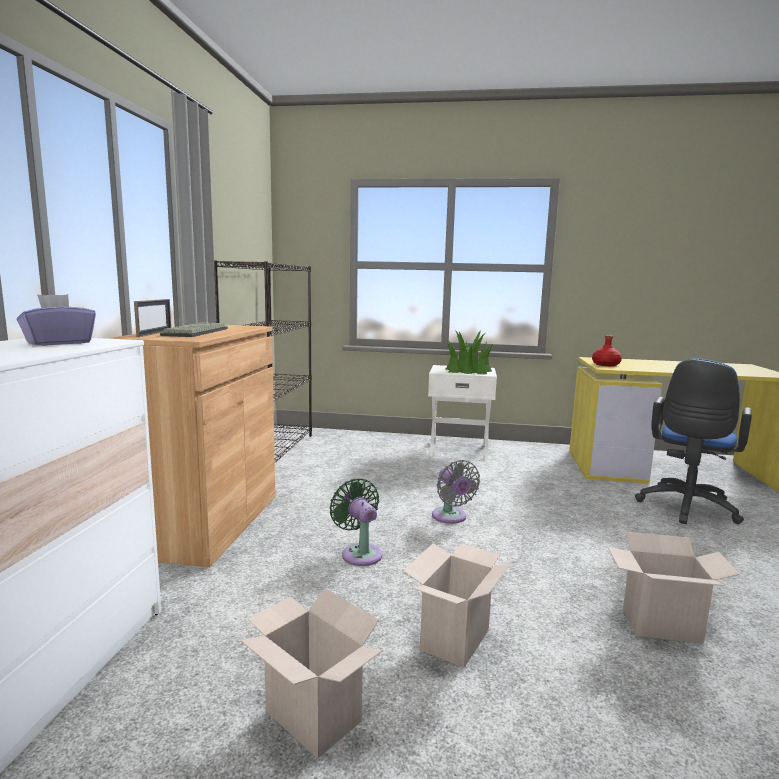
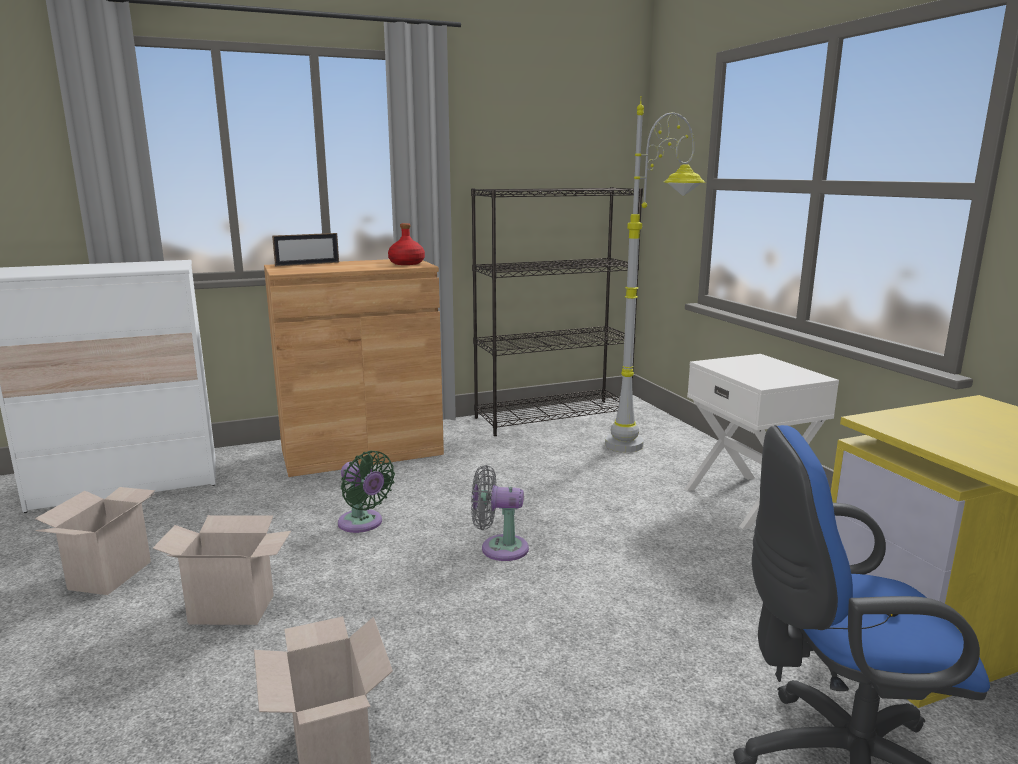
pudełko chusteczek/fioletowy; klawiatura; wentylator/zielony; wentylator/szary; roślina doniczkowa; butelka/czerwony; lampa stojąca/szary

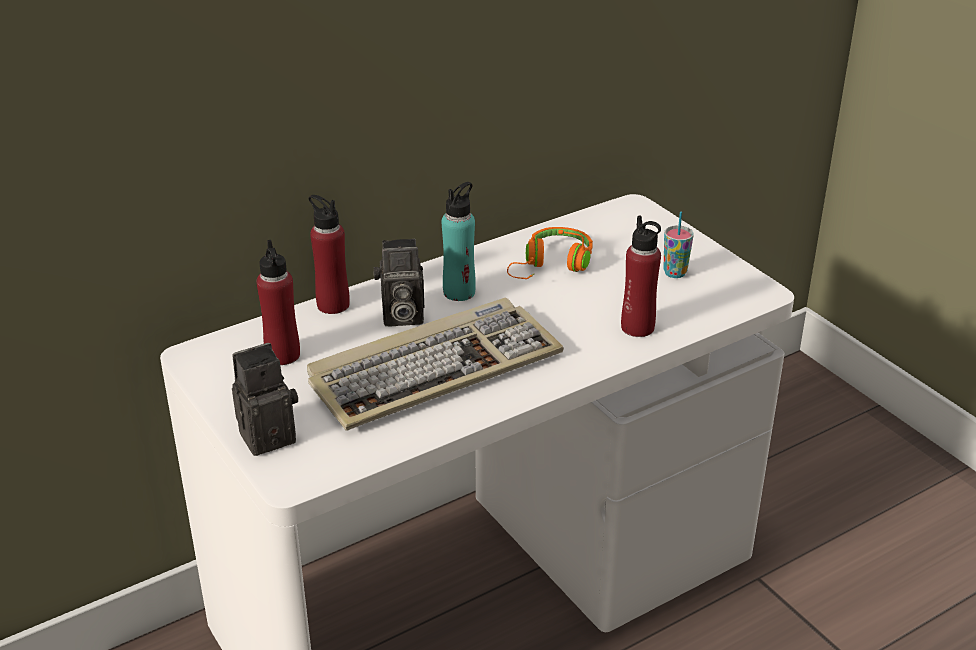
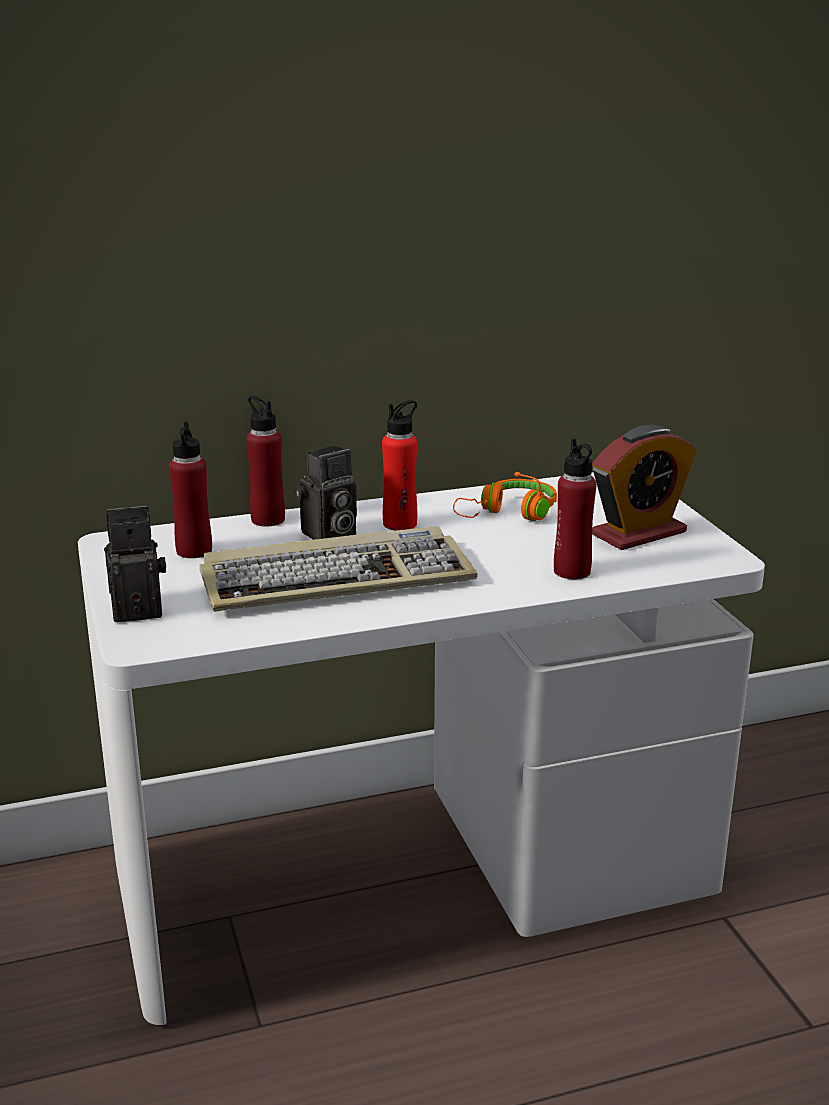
aparat fotograficzny (2nd from left); butelka/czerwony (3rd from left); budzik

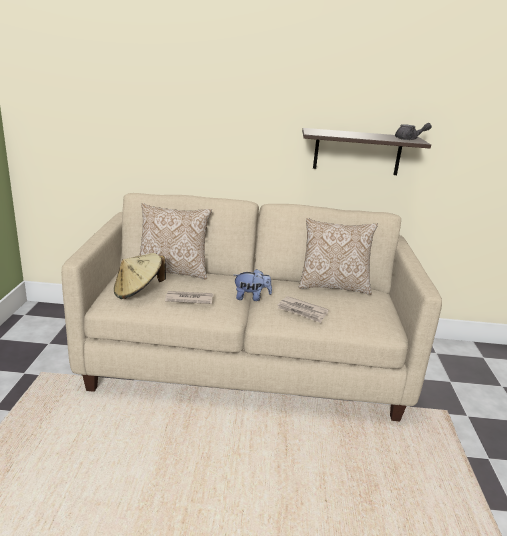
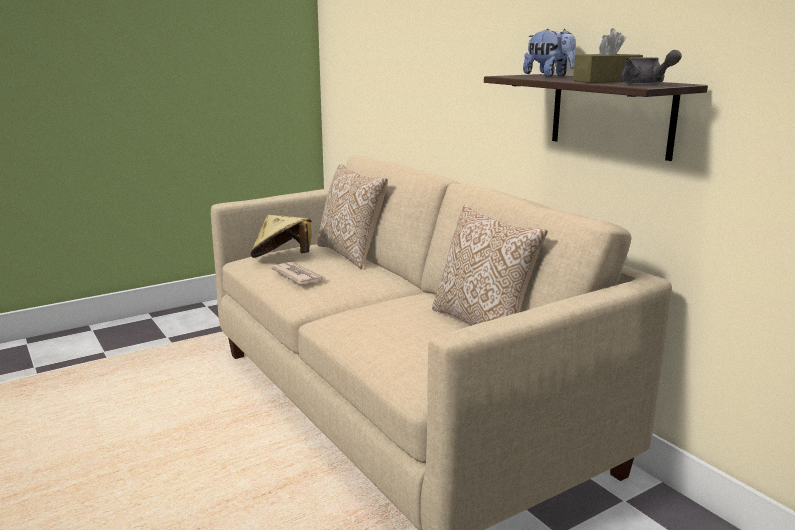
pluszak; gazeta (2nd from left in the first image); pudełko chusteczek/brązowy

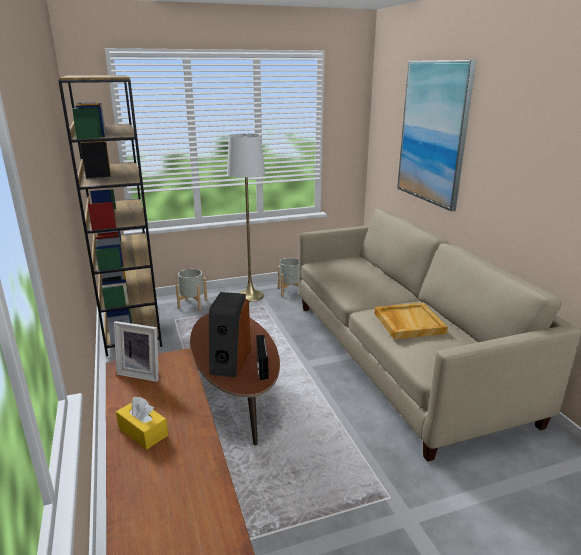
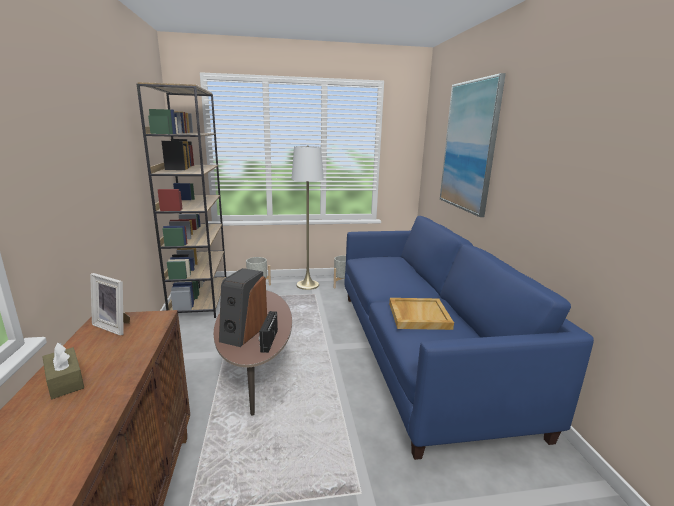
pudełko chusteczek/brązowy; kanapa/niebieski

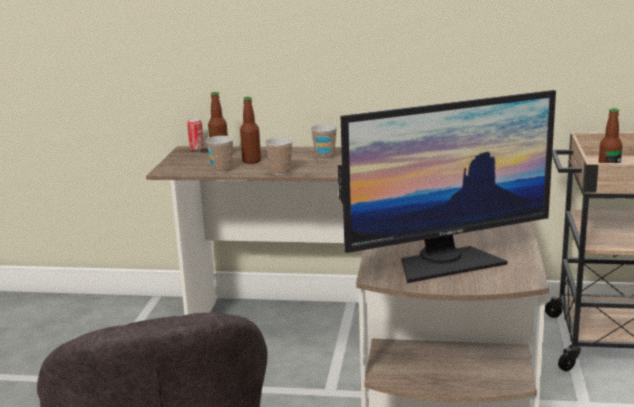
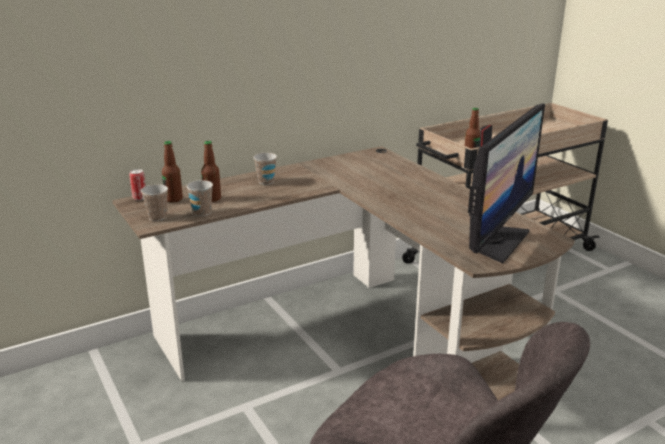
filiżanka (1st from left)

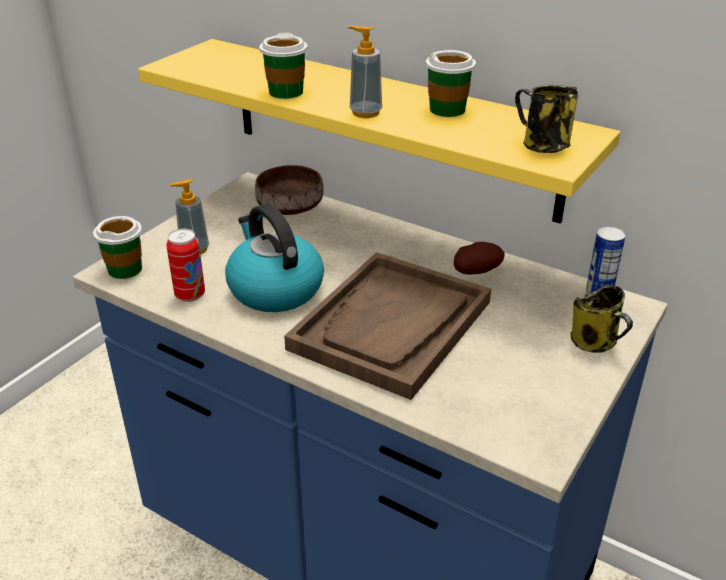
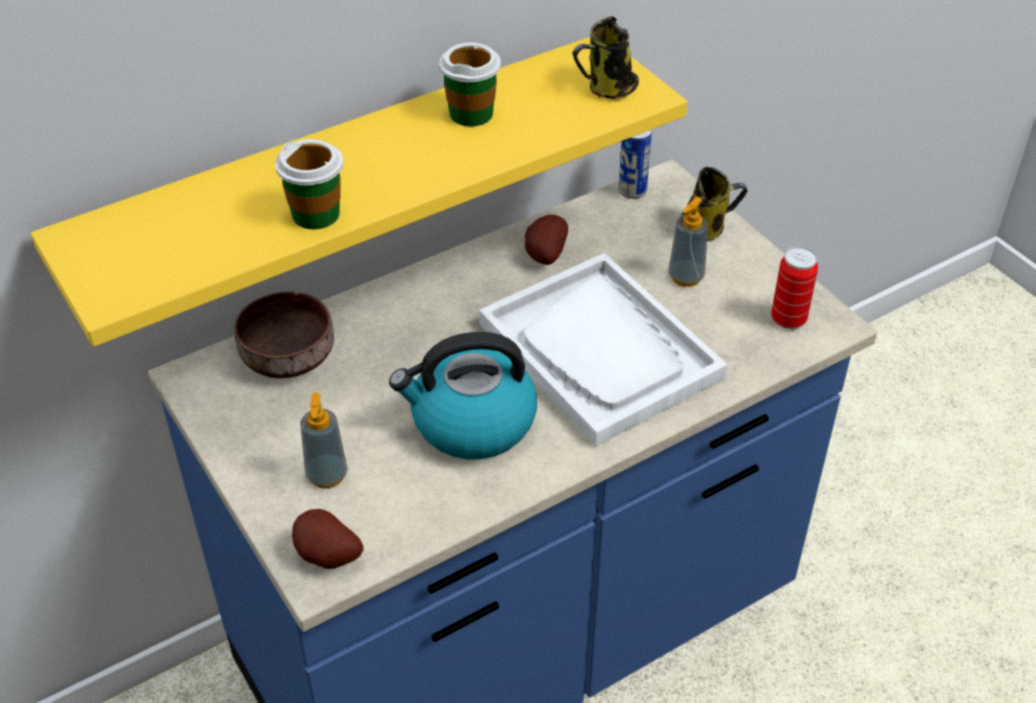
ziemniak (1st from left); puszka (2nd from left); taca/biały; dozownik mydła (2nd from left)

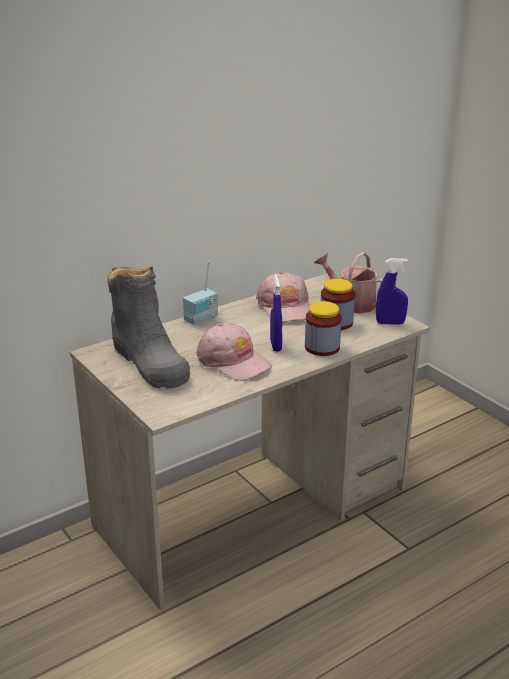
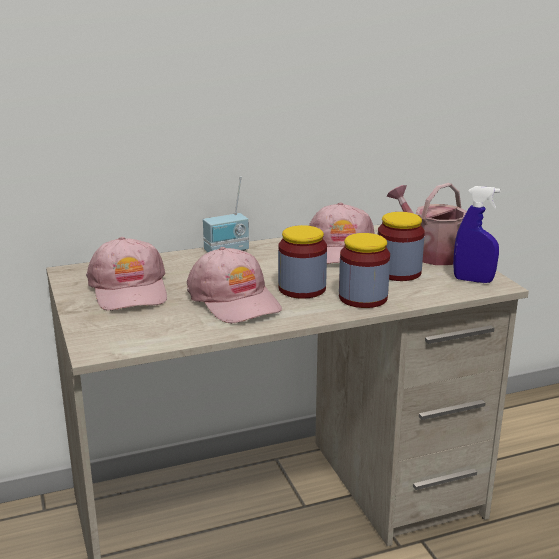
czapka z daszkiem/różowy (1st from left); słoik (1st from left)

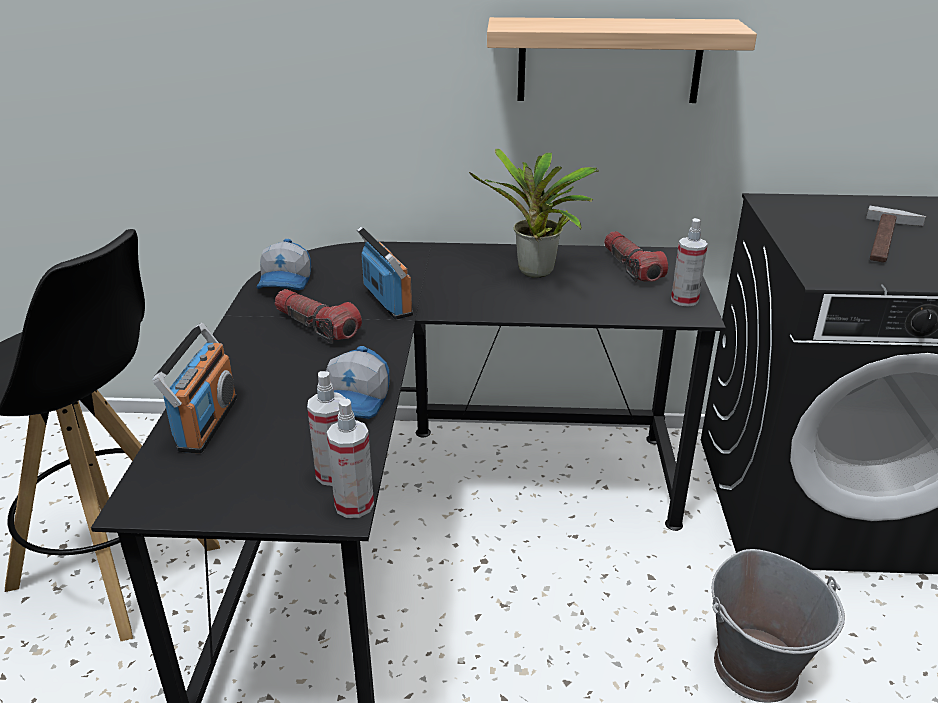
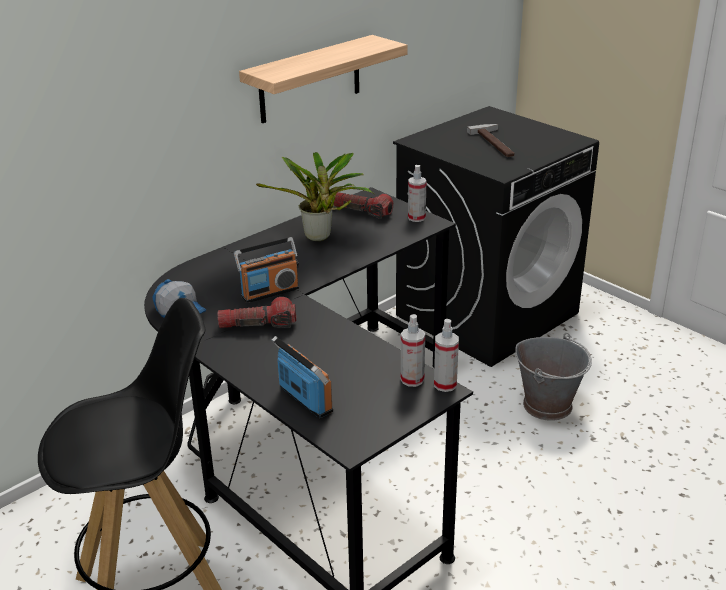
czapka z daszkiem (2nd from left in the first image); radio (1st from left)

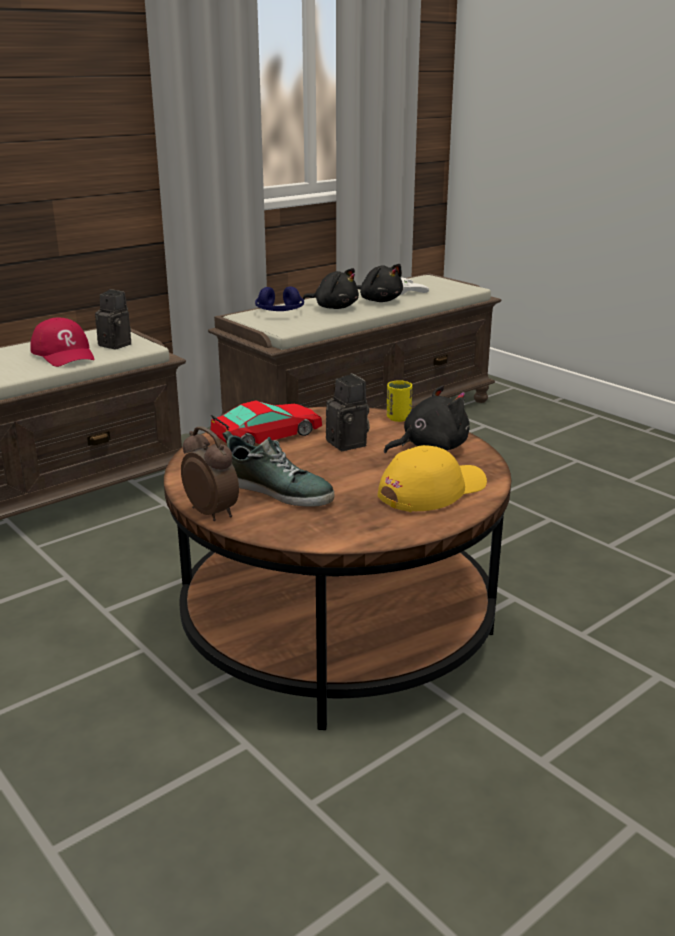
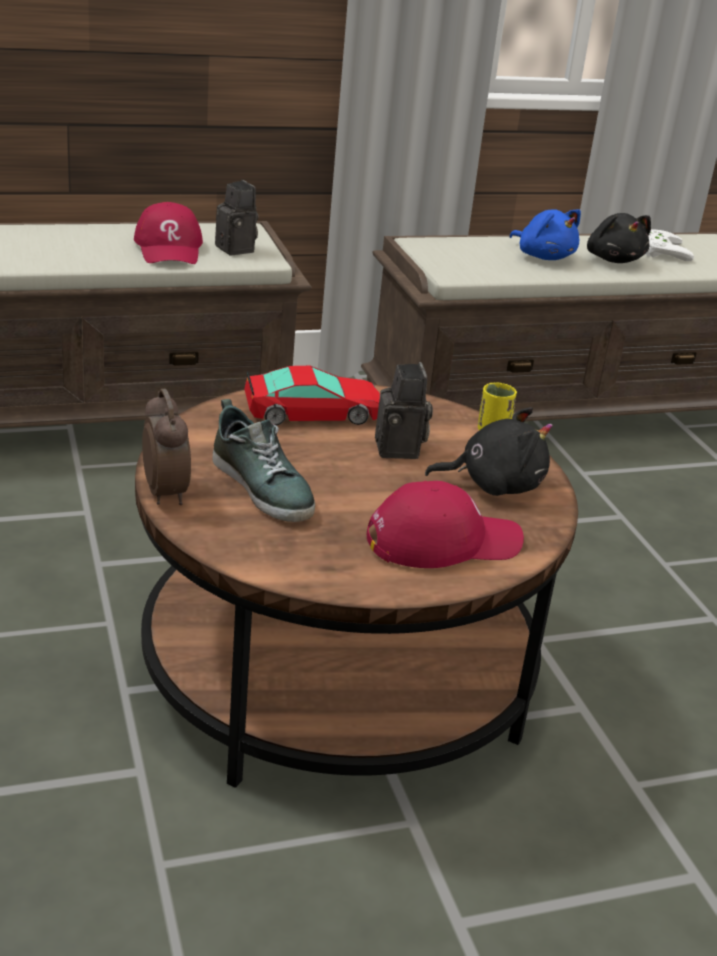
słuchawki/niebieski; pluszak/niebieski; czapka z daszkiem/czerwony (2nd from left)

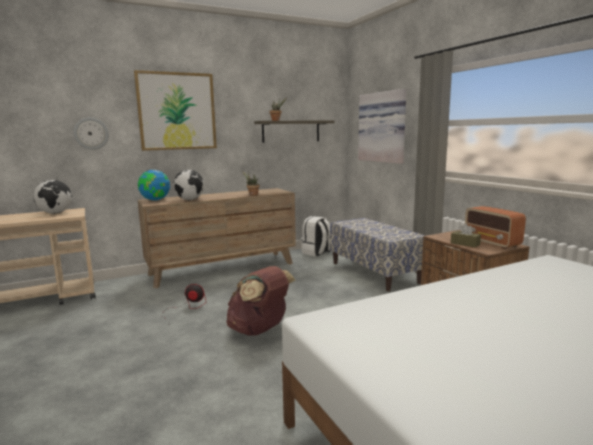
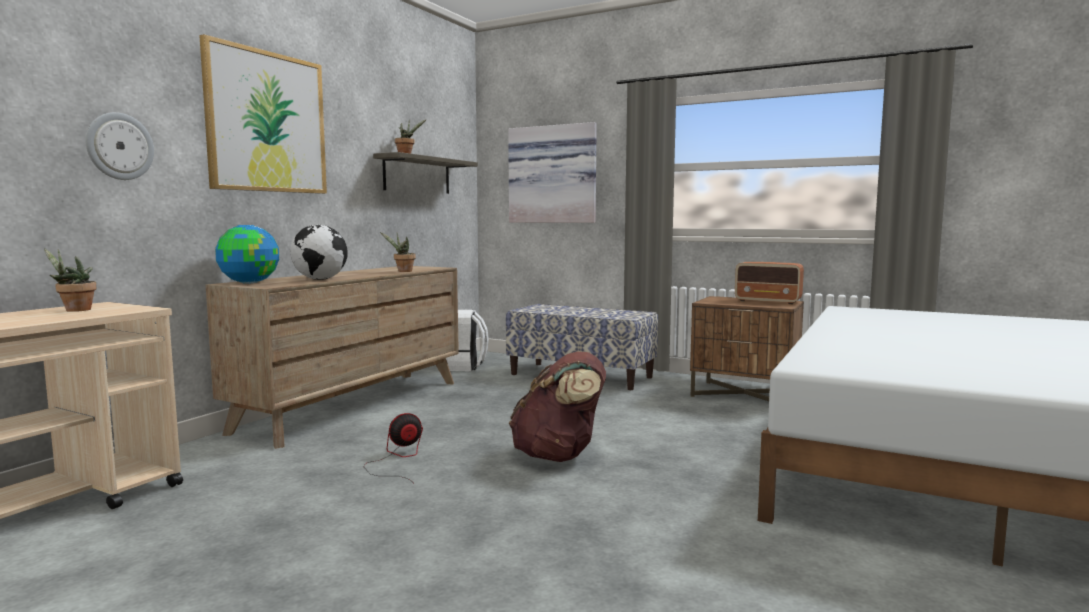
roślina doniczkowa (1st from left); pudełko chusteczek/brązowy

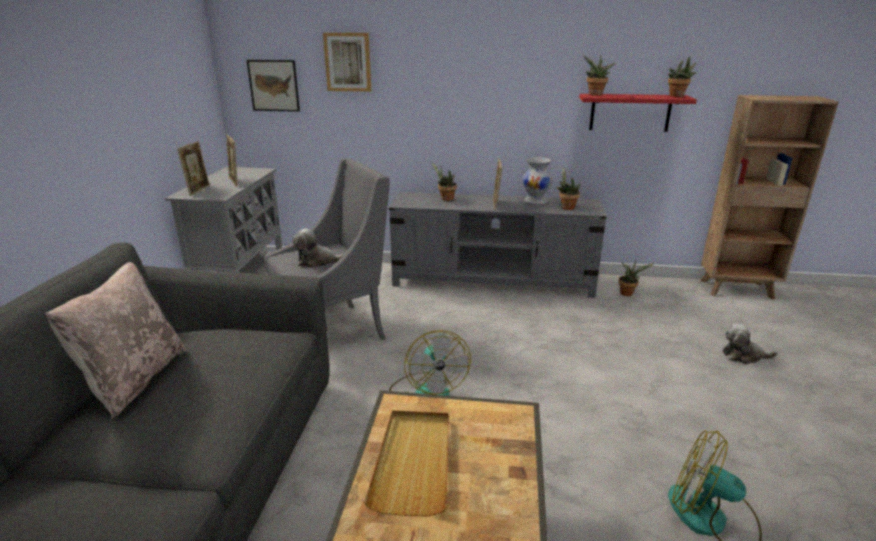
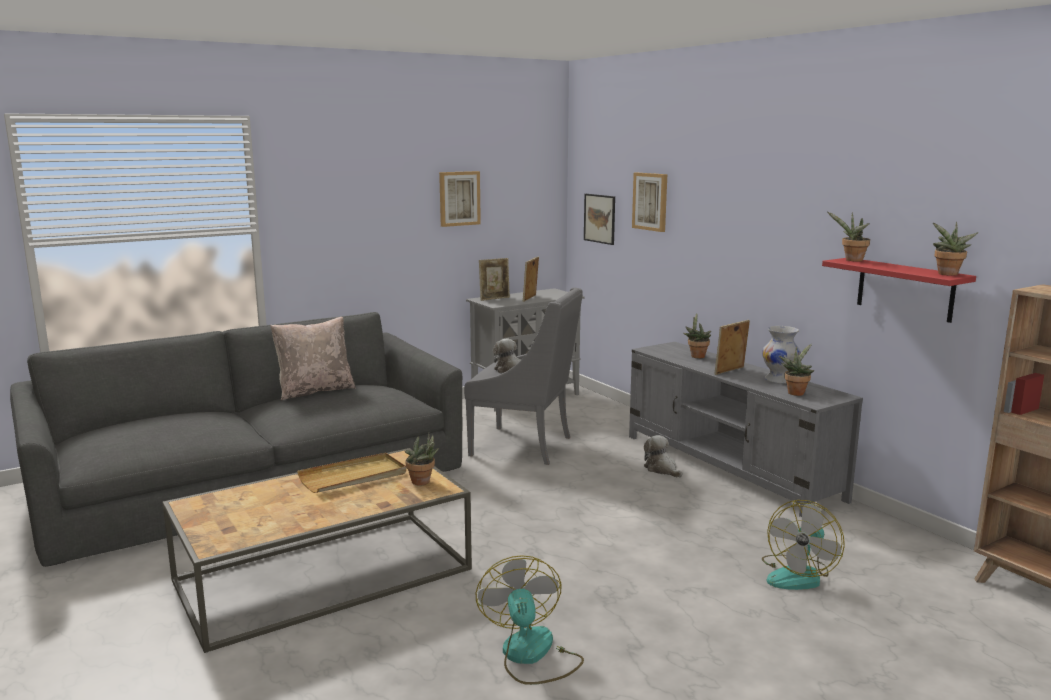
wentylator (2nd from left); roślina doniczkowa (1st from left); pluszak (2nd from left); obraz (1st from left)

